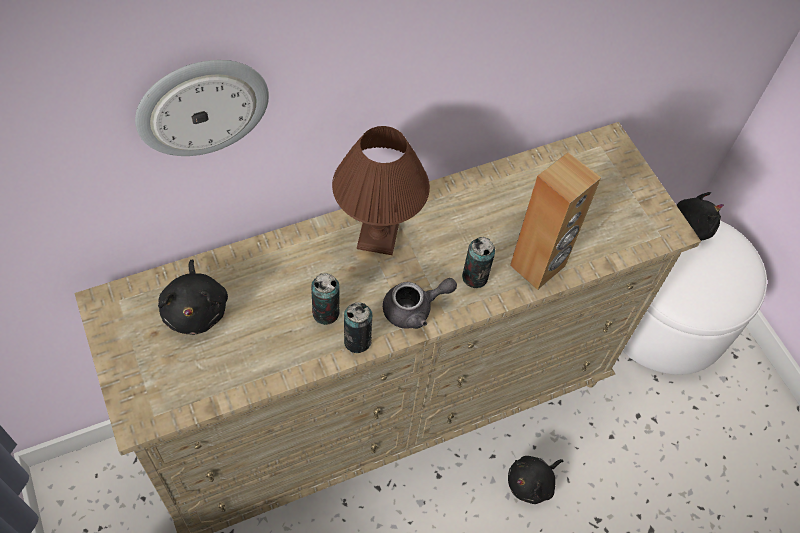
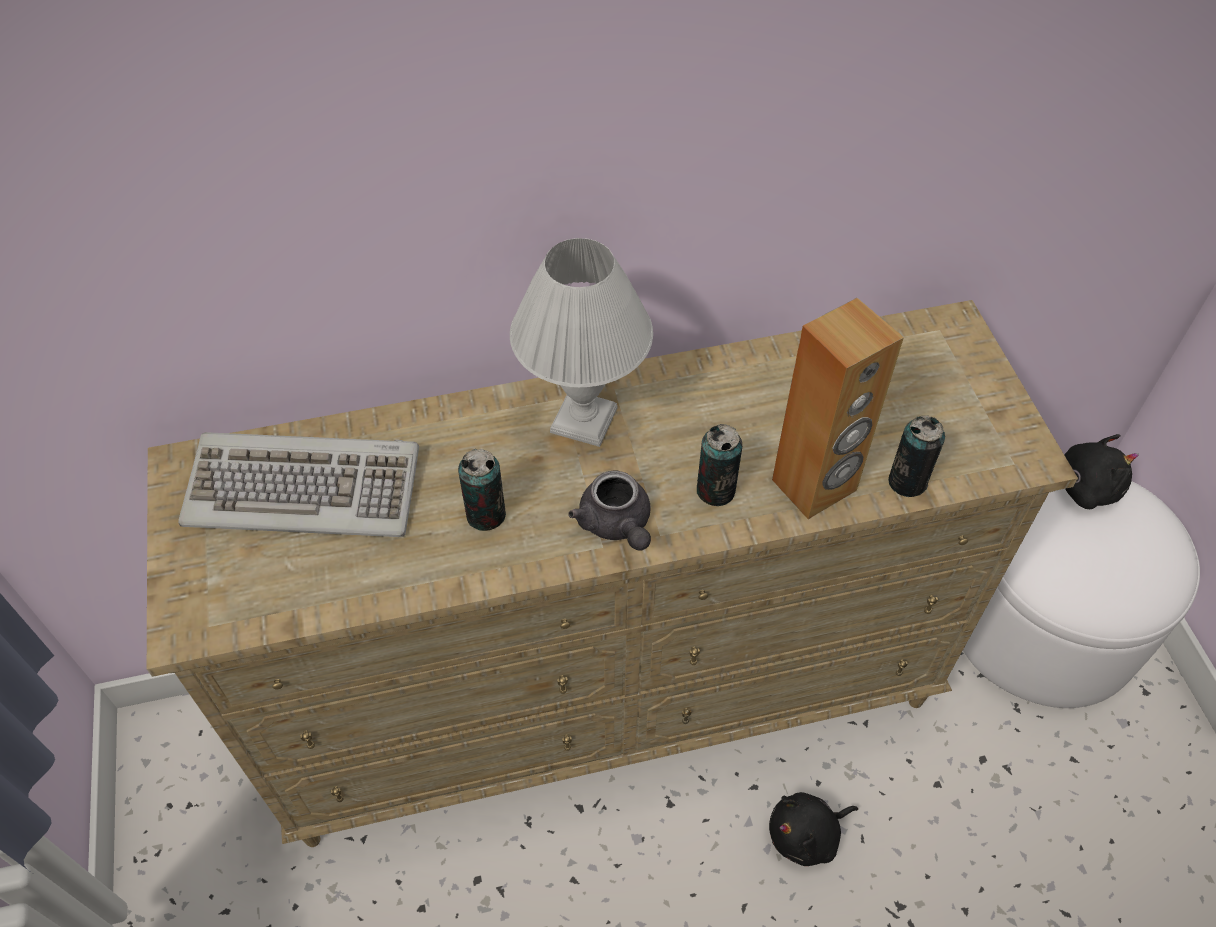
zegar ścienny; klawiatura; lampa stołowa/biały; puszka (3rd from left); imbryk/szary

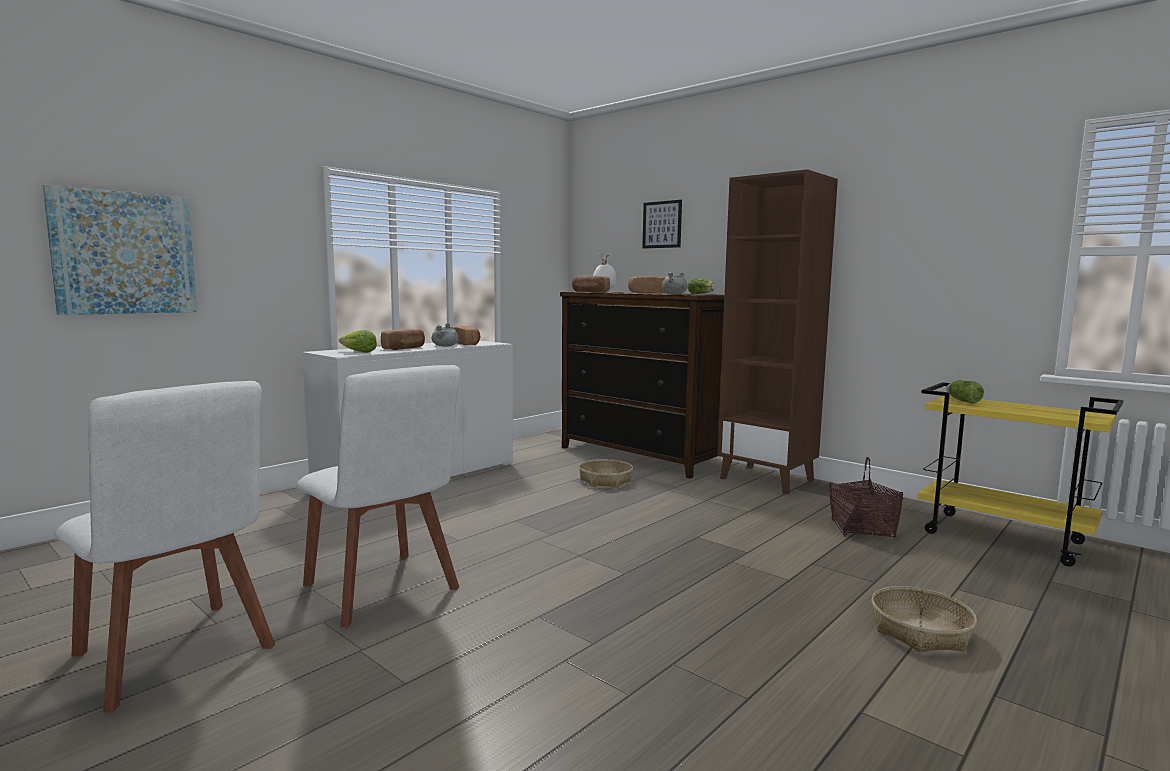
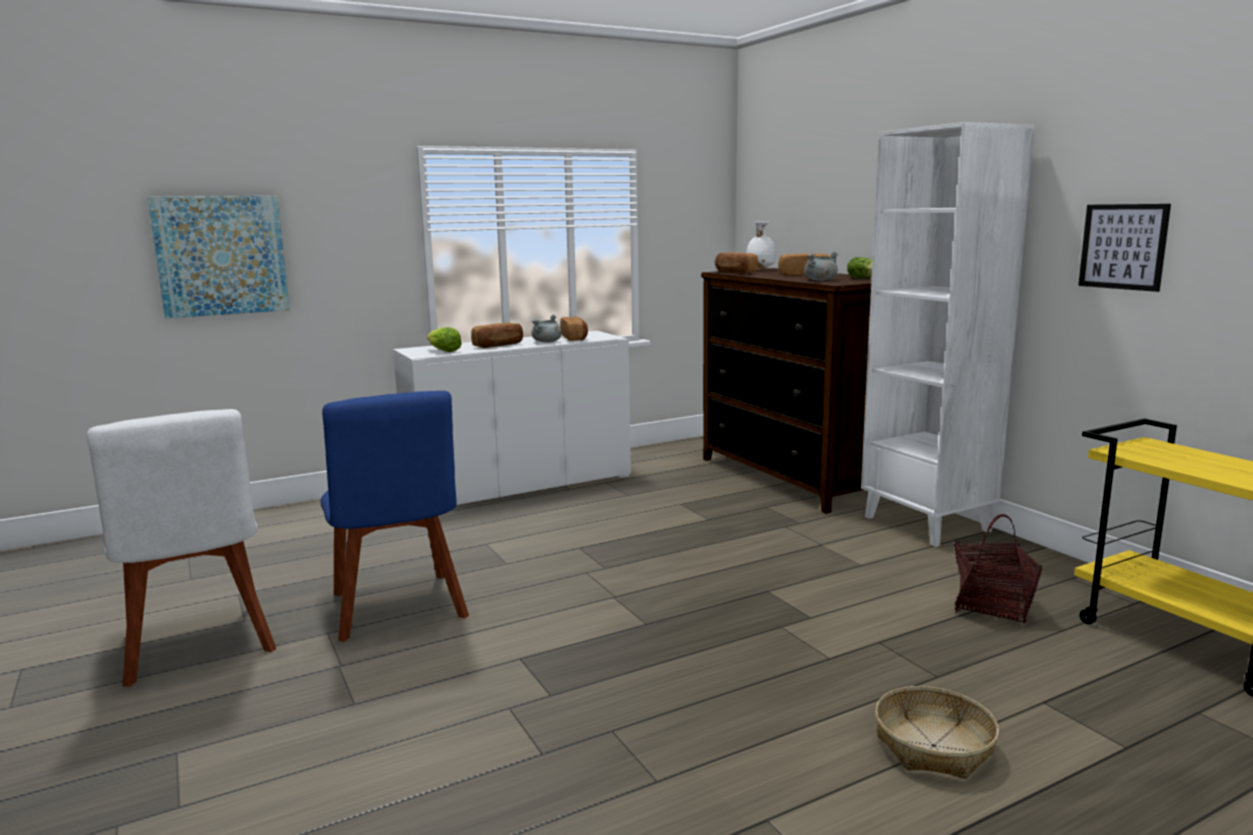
krzesło/niebieski; koszyk (1st from left in the first image); obraz (2nd from left); regał/biały; sałata (3rd from left in the first image)

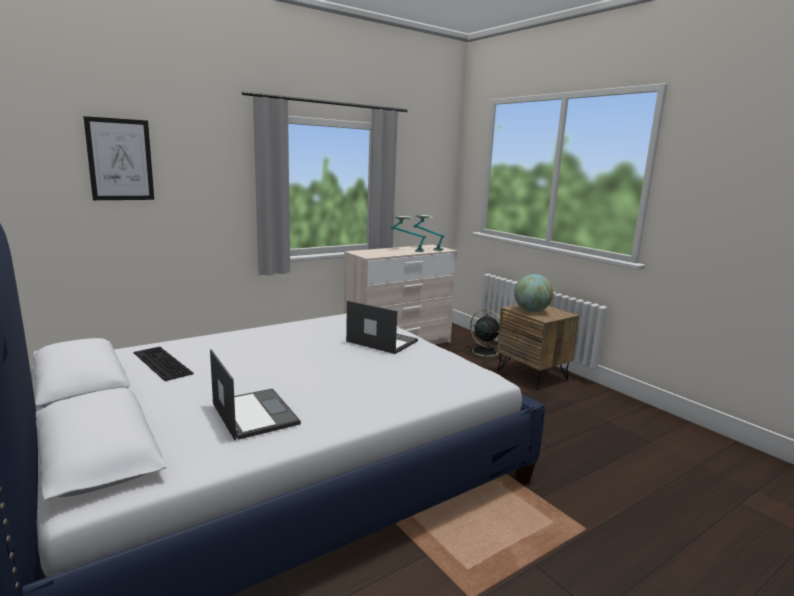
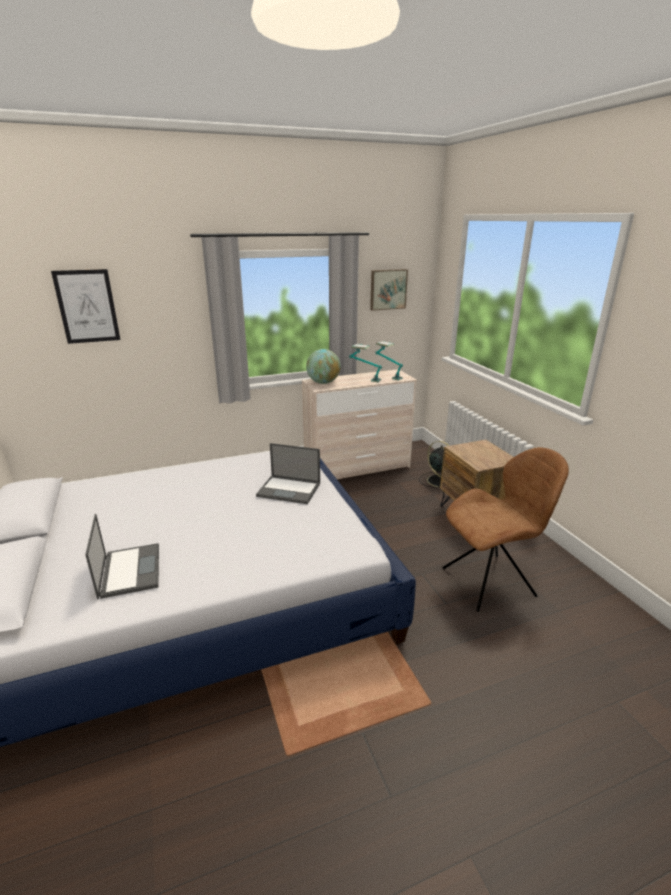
klawiatura; laptop (2nd from left); globus; obraz (2nd from left); krzesło/brązowy

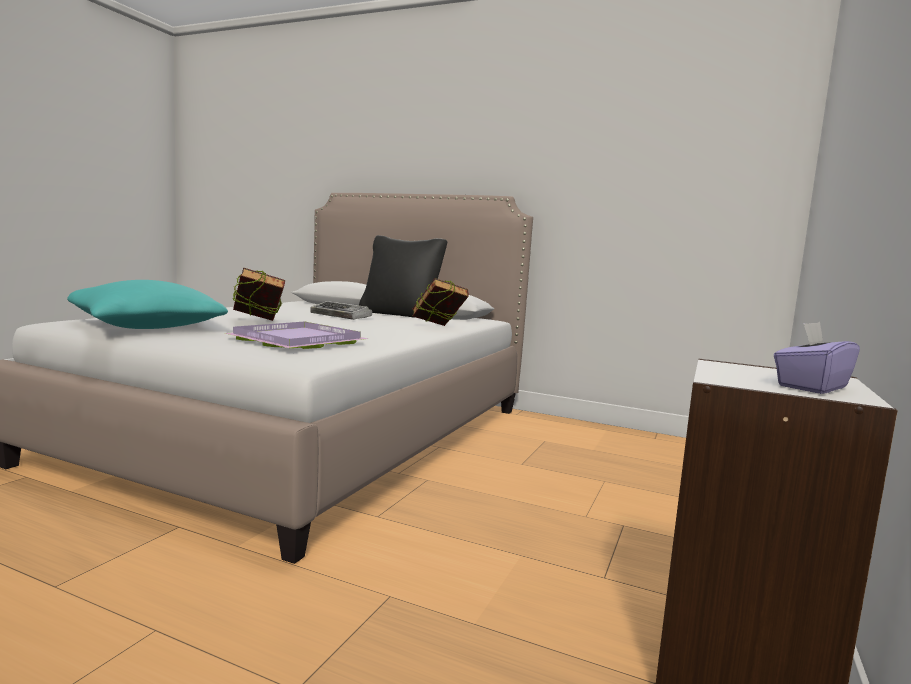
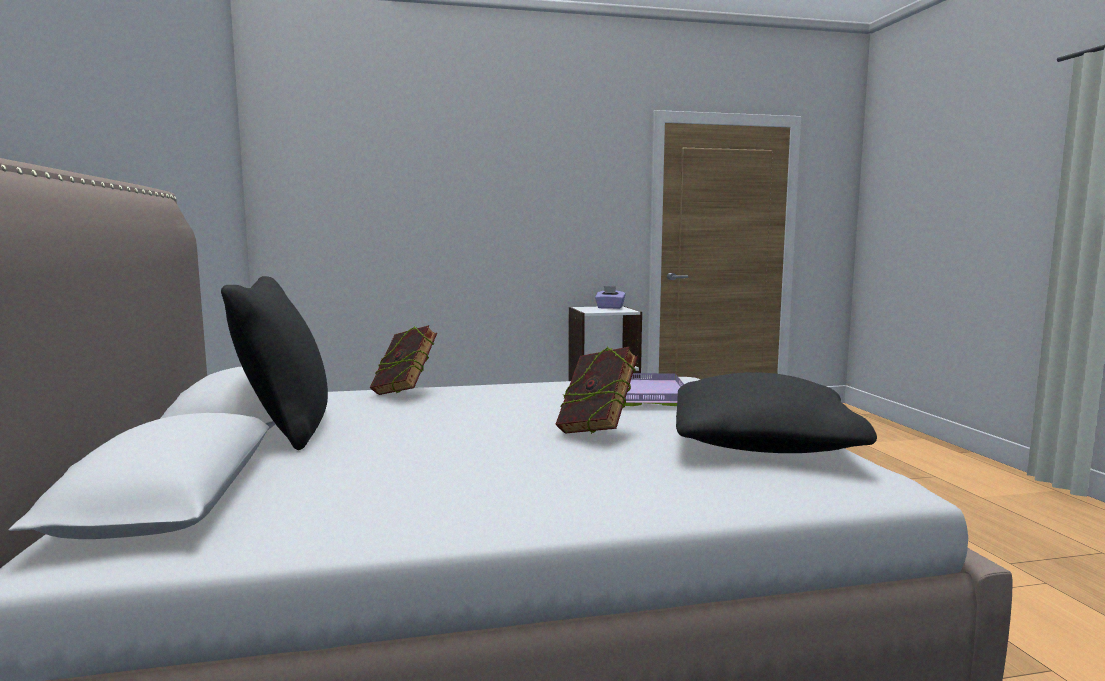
poduszka/czarny (2nd from left); klawiatura

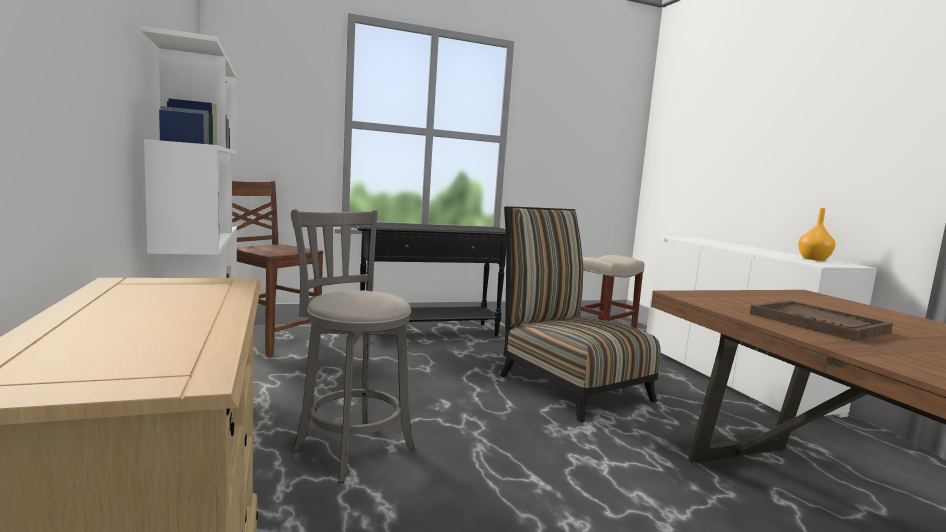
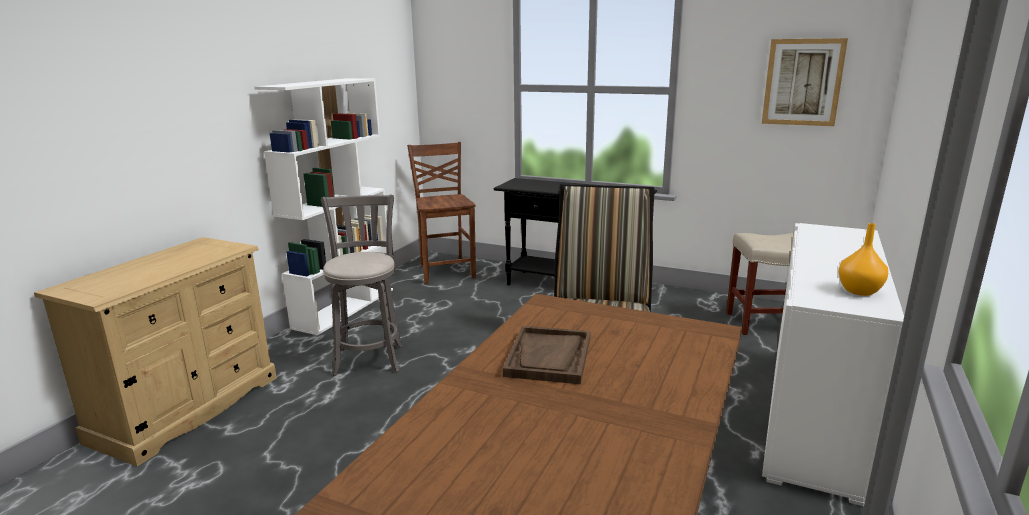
obraz

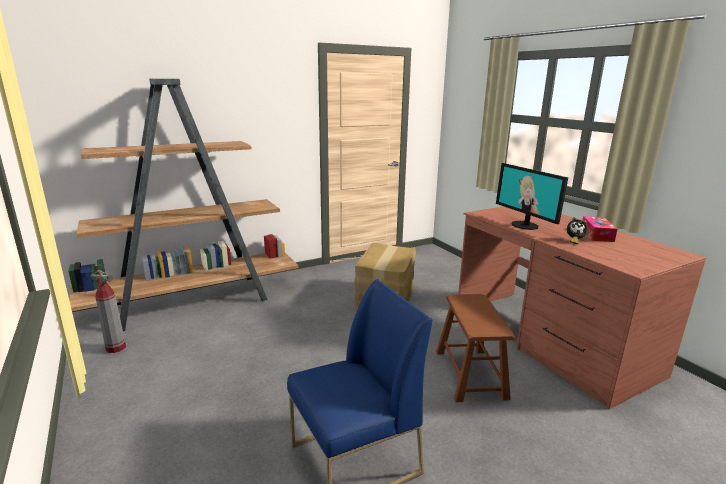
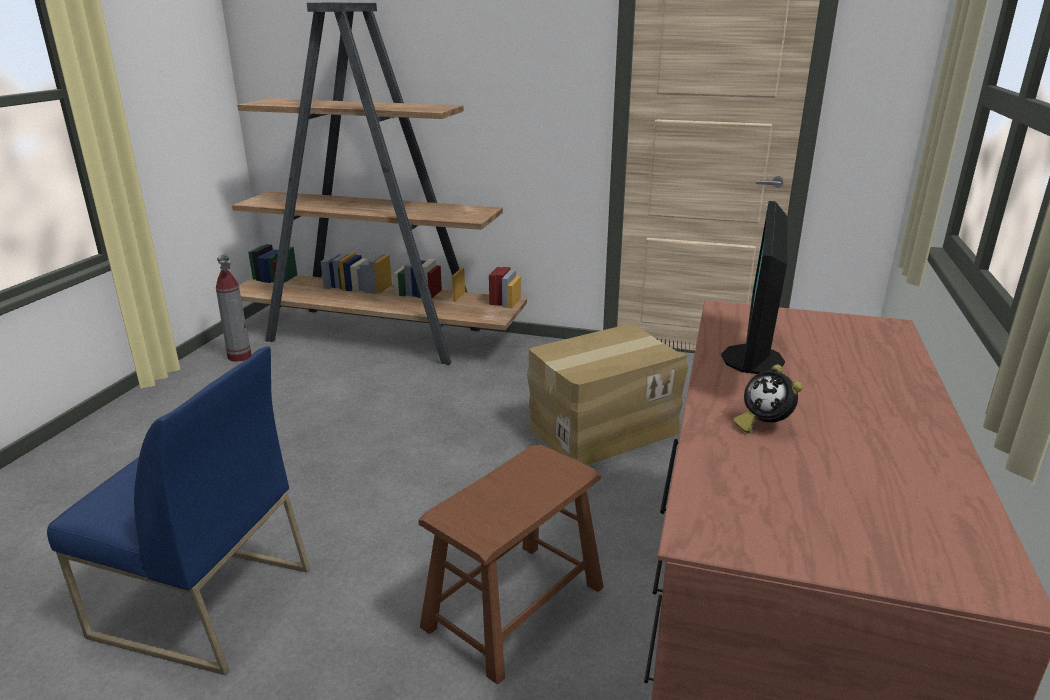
pudełko chusteczek

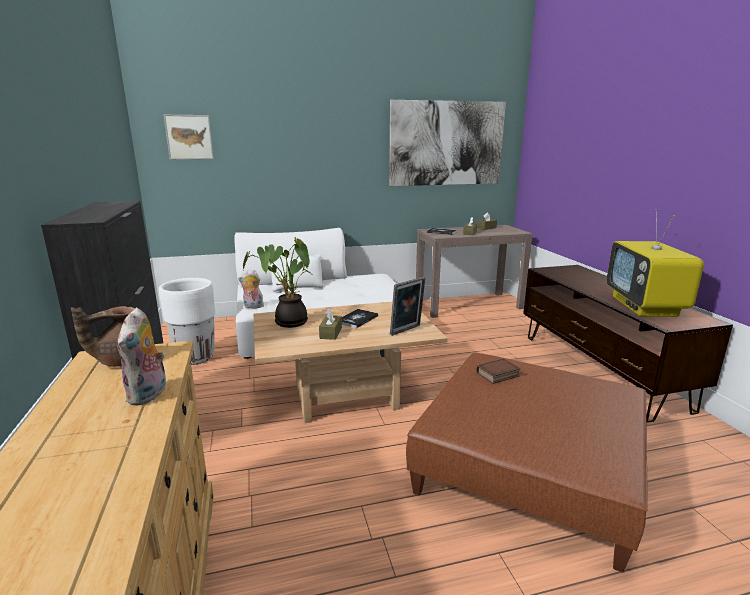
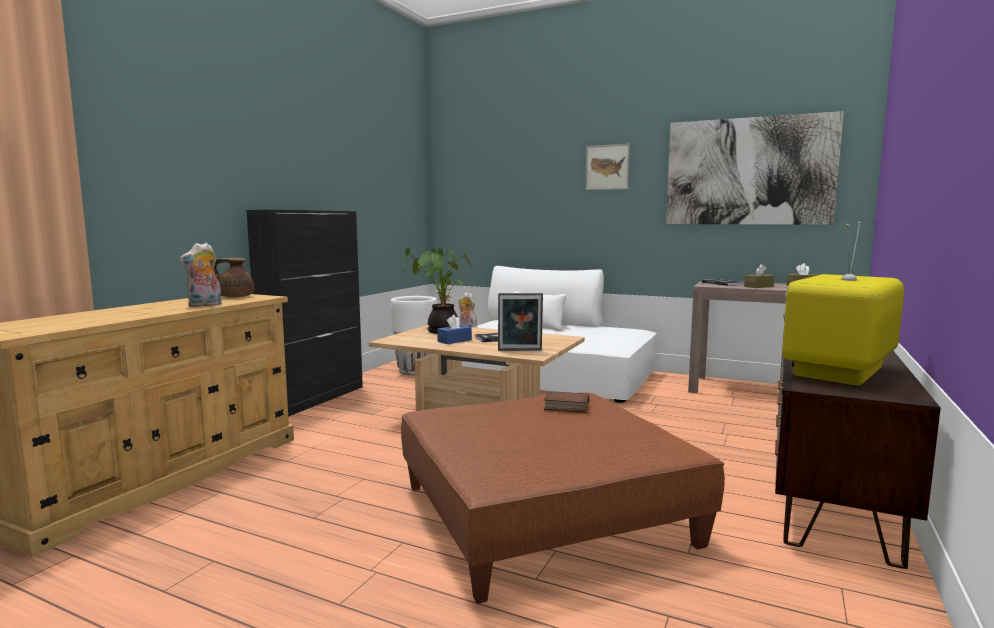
obraz (1st from left); pudełko chusteczek/niebieski

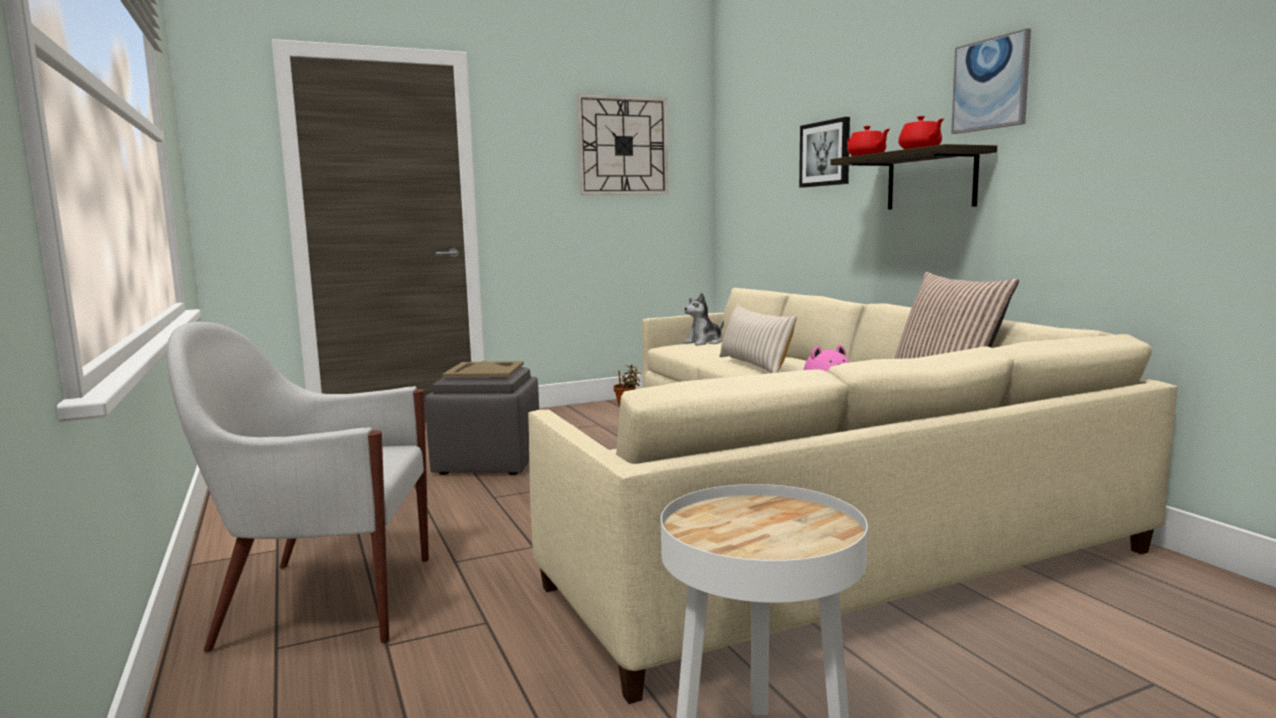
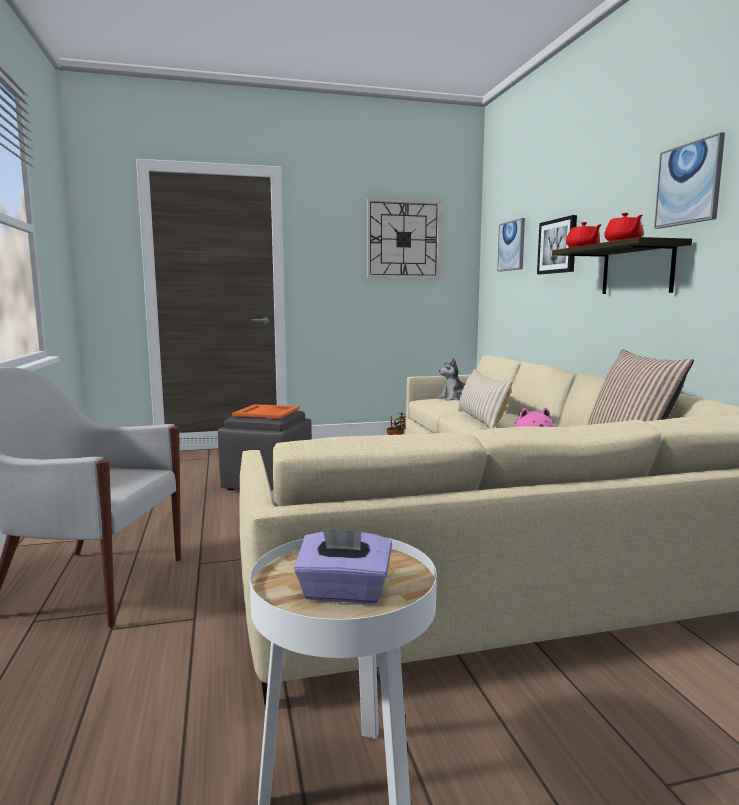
taca/pomarańczowy; pudełko chusteczek/fioletowy; obraz (1st from left)

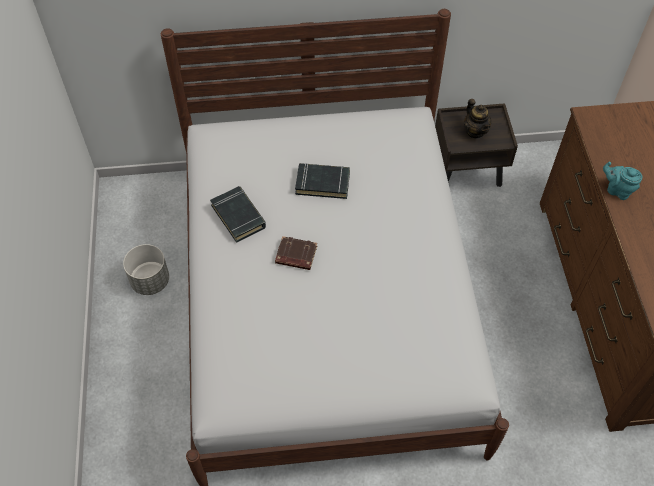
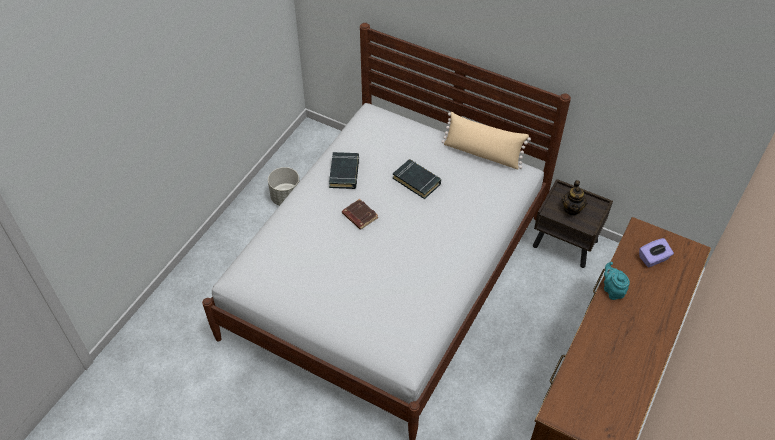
poduszka/beżowy; pudełko chusteczek/fioletowy

